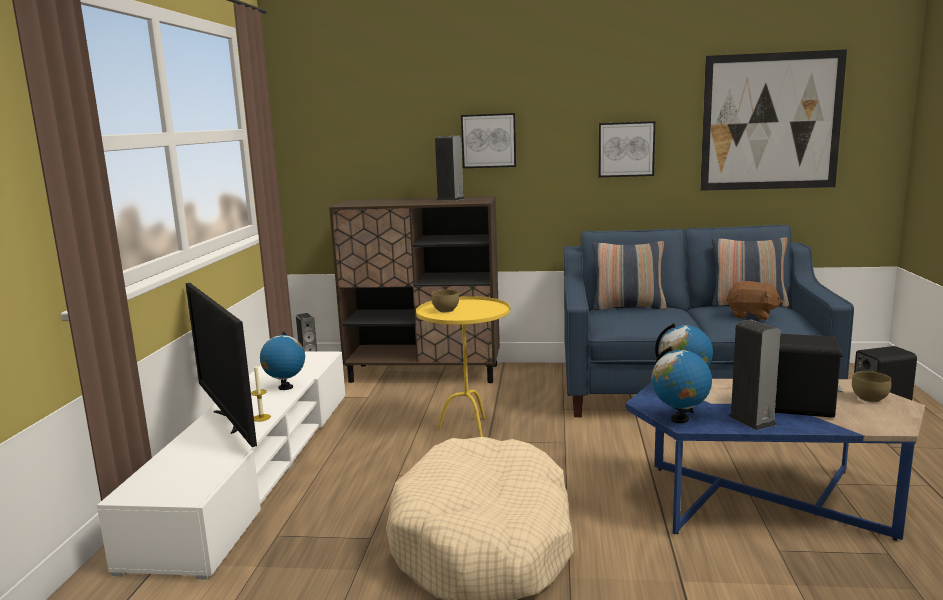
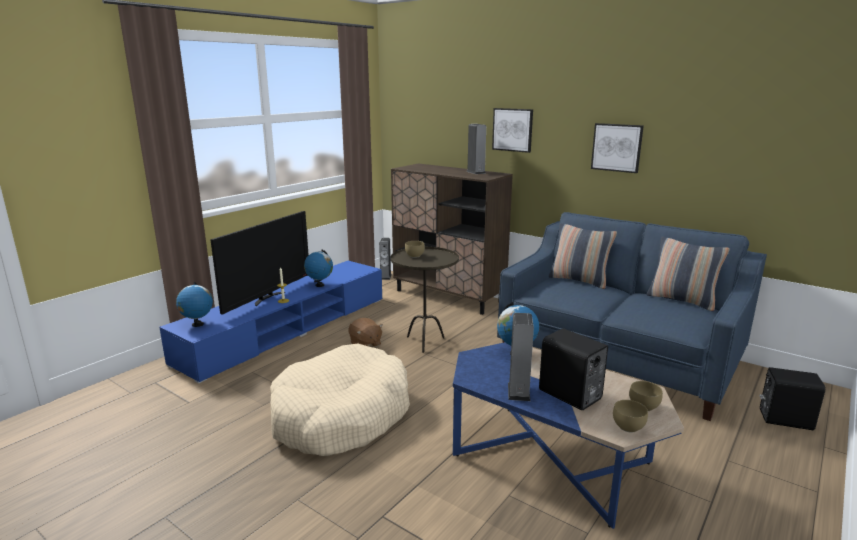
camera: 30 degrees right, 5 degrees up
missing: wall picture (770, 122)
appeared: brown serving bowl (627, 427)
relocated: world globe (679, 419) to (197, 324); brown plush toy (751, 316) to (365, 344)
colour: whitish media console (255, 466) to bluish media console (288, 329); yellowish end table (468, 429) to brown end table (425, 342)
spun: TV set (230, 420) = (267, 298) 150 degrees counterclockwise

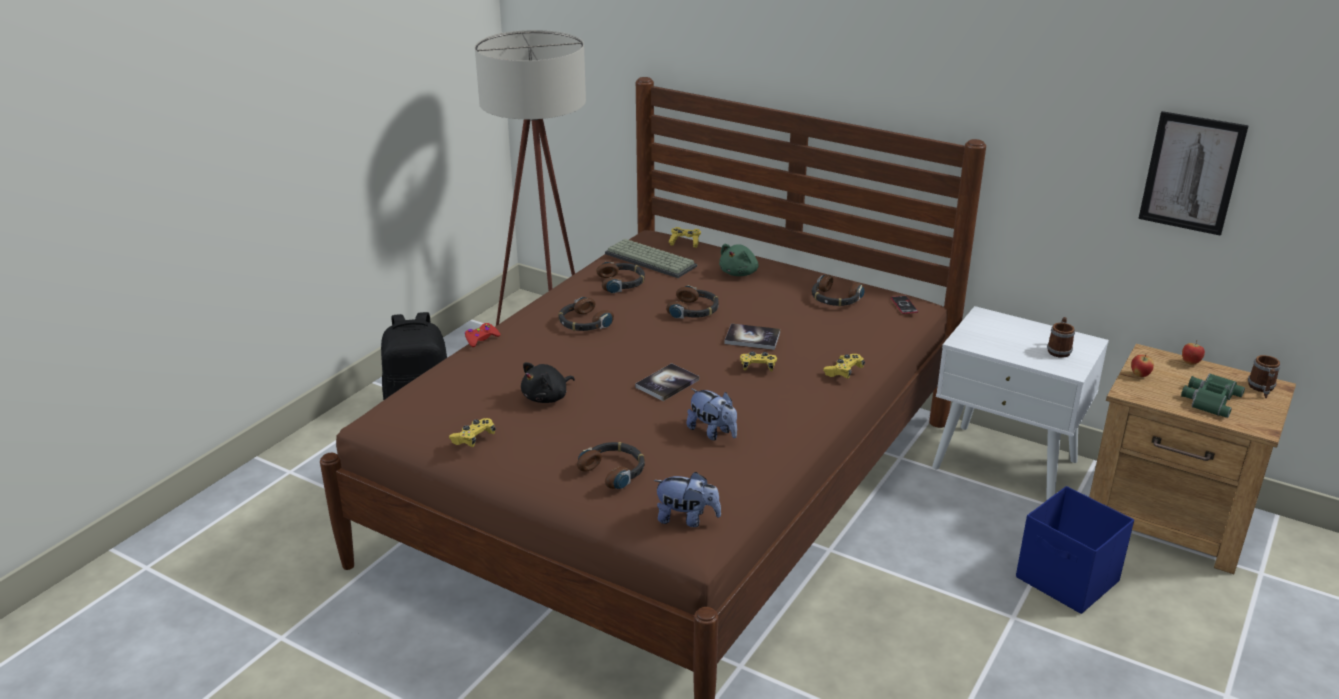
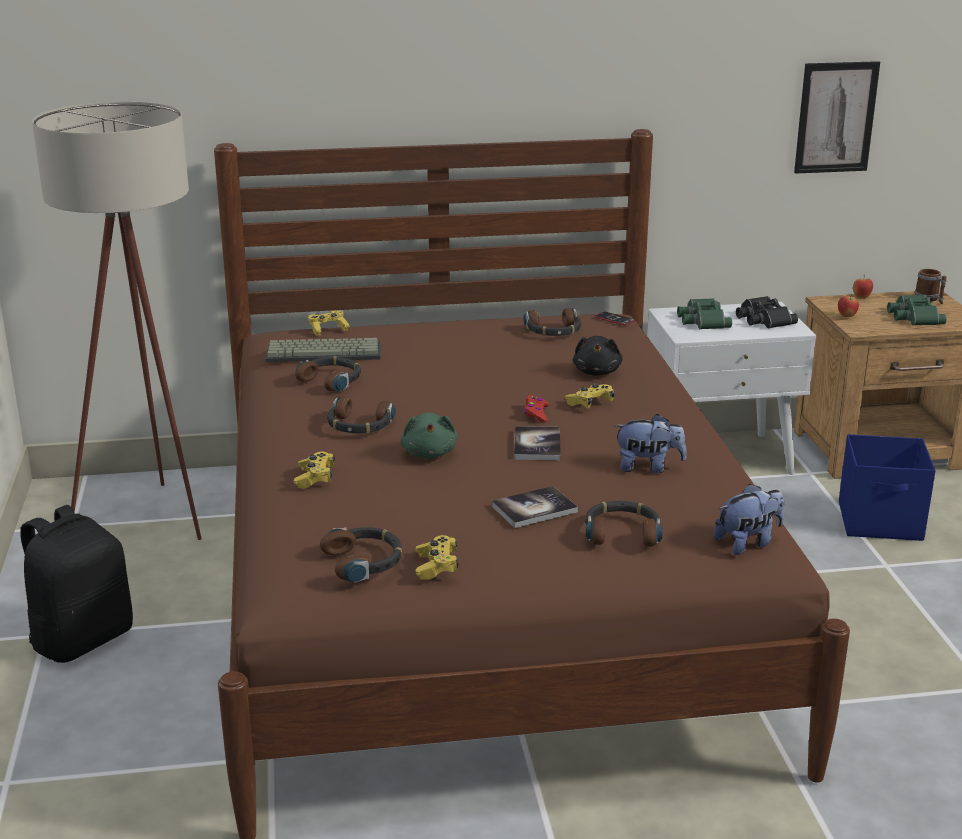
camera: 40 degrees left, 5 degrees down
appeared: green-coloured binoculars (702, 320)
relocated: reddish game controller (481, 339) to (536, 414); black-coloured plush toy (547, 397) to (597, 372); headphones (694, 310) to (364, 561); green-coloured plush toy (739, 273) to (429, 453); volume (752, 338) to (534, 509); yellowish game controller (844, 372) to (315, 478)
exchanged: tea mug (1059, 350) to black-coloured binoculars (762, 319)

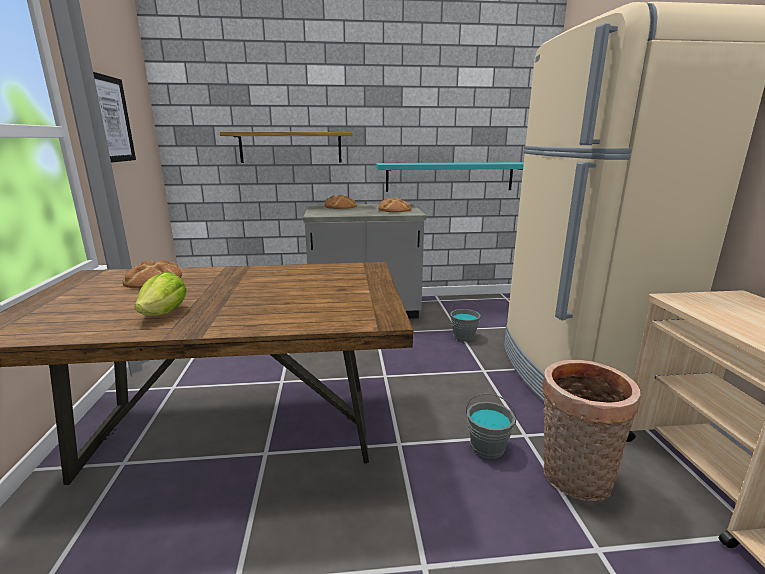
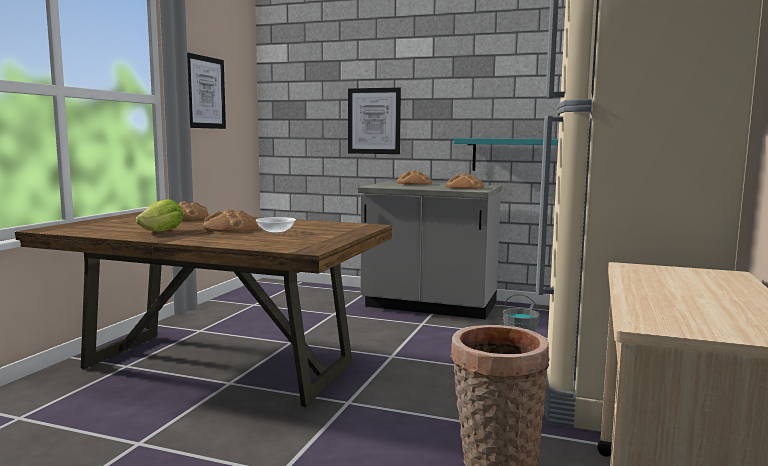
camera: 25 degrees right, 10 degrees down
missing: greyish water bucket (487, 447)
appeared: baked bread (230, 228); serving bowl (276, 232)
exchanged: bracket shelf (290, 147) to wall picture (374, 121)

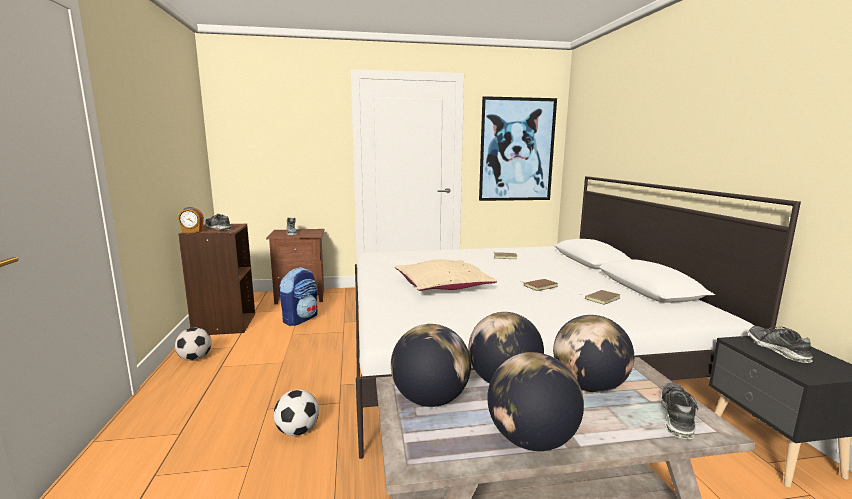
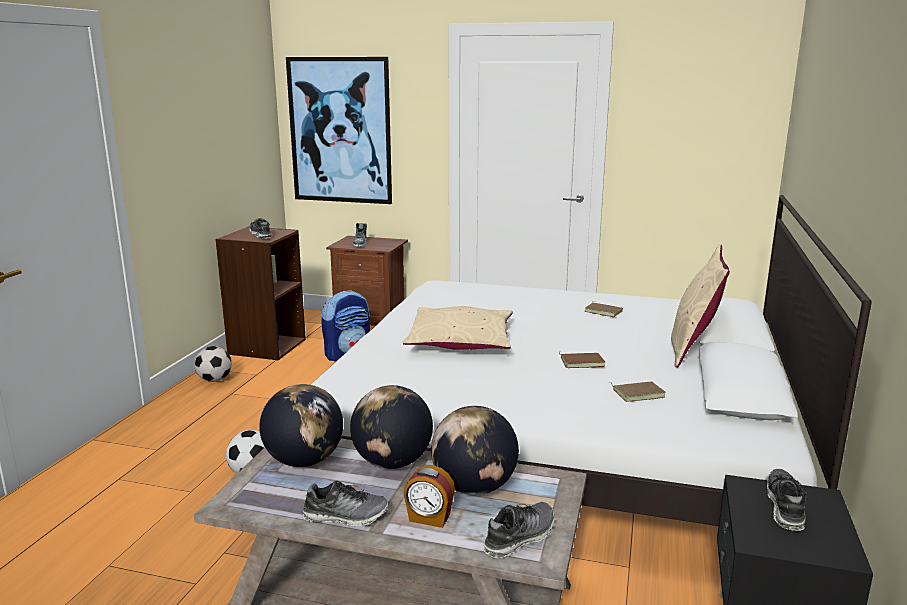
camera: 25 degrees right, 5 degrees up
appeared: beige-coloured throw pillow (693, 350)
relocated: bedside clock (192, 231) to (429, 518); wall picture (516, 150) to (340, 131)
exchanged: world globe (531, 440) to low shoe (345, 516)

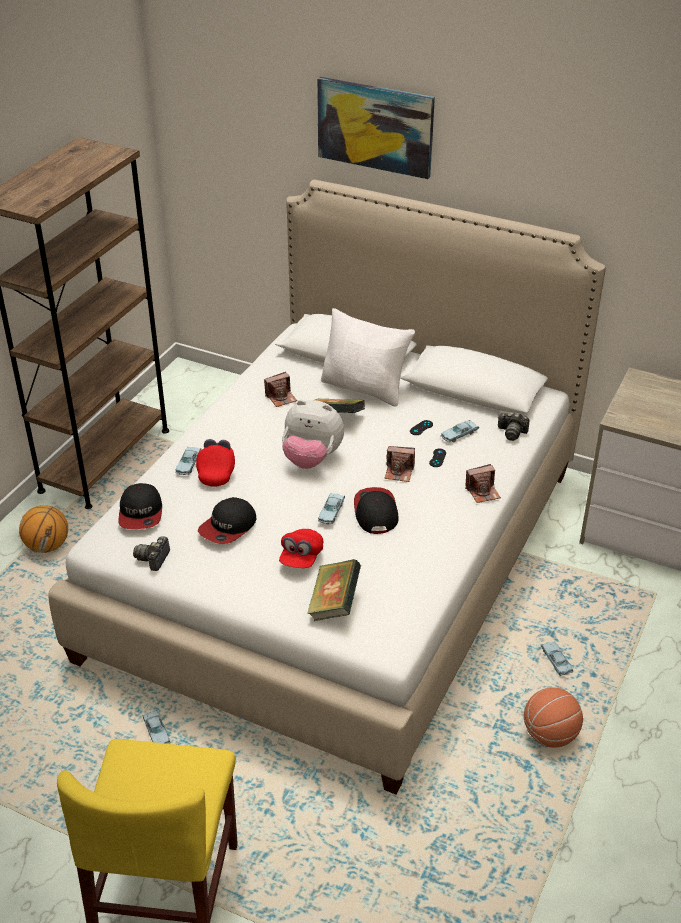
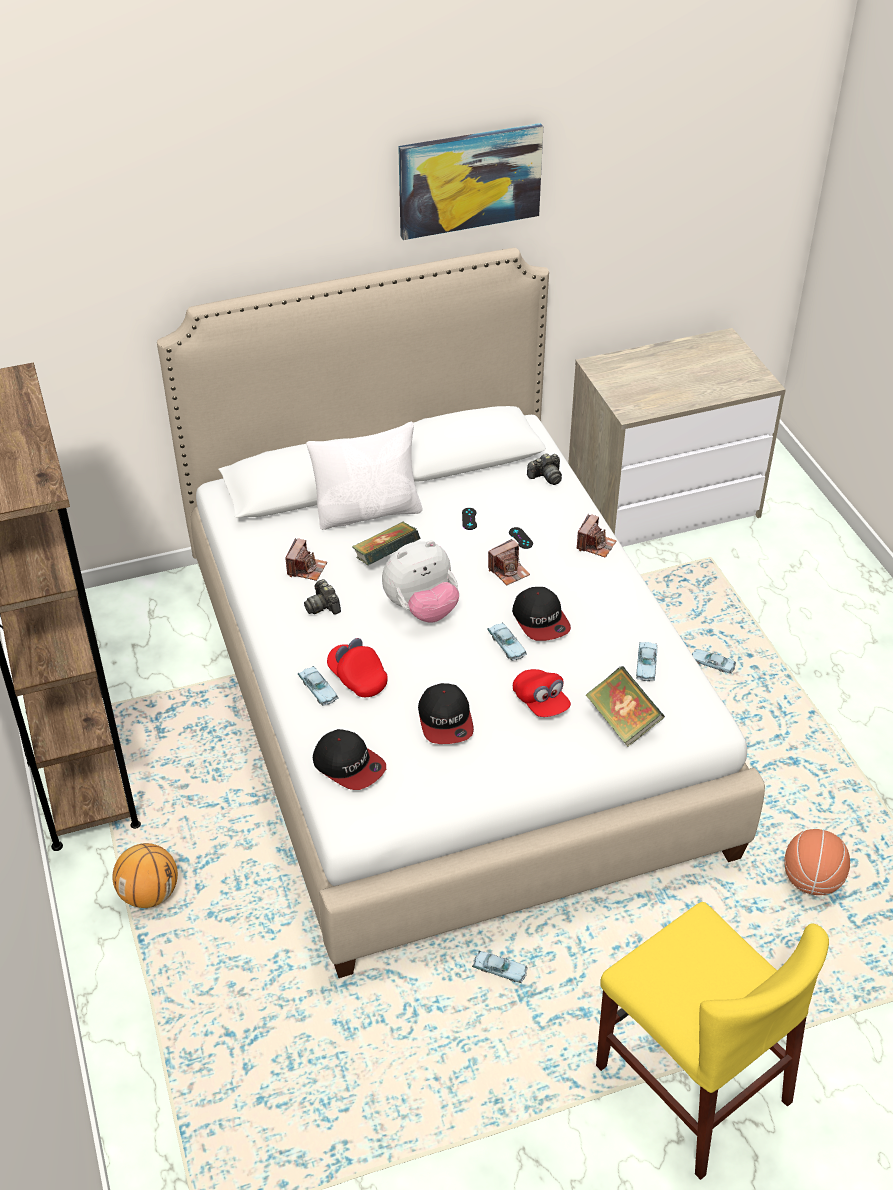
camera: 45 degrees left, 5 degrees up
relocated: photo camera (153, 559) to (323, 606); wall picture (375, 126) to (469, 180); bluish toy car (459, 434) to (646, 664); basketball (549, 735) to (811, 881)
spun: cap (375, 512) = (541, 620) 150 degrees counterclockwise

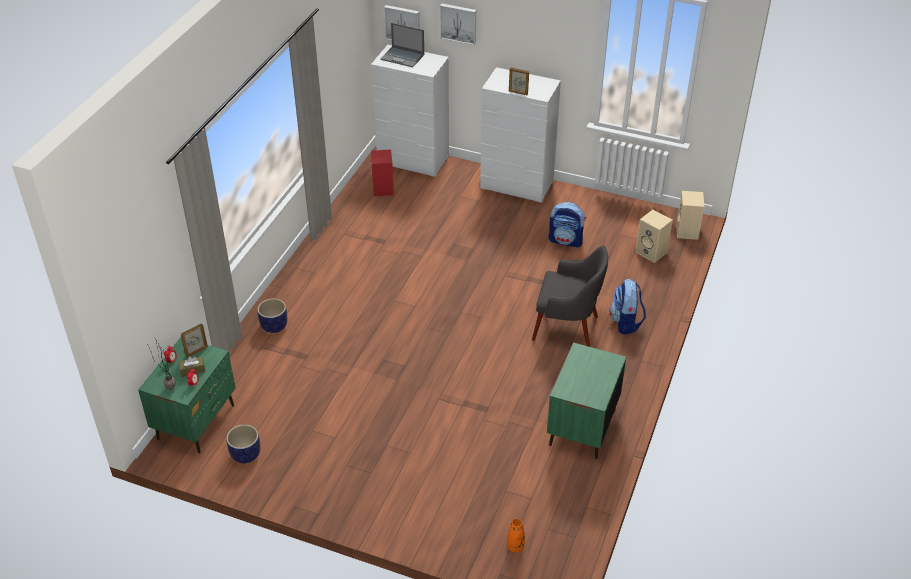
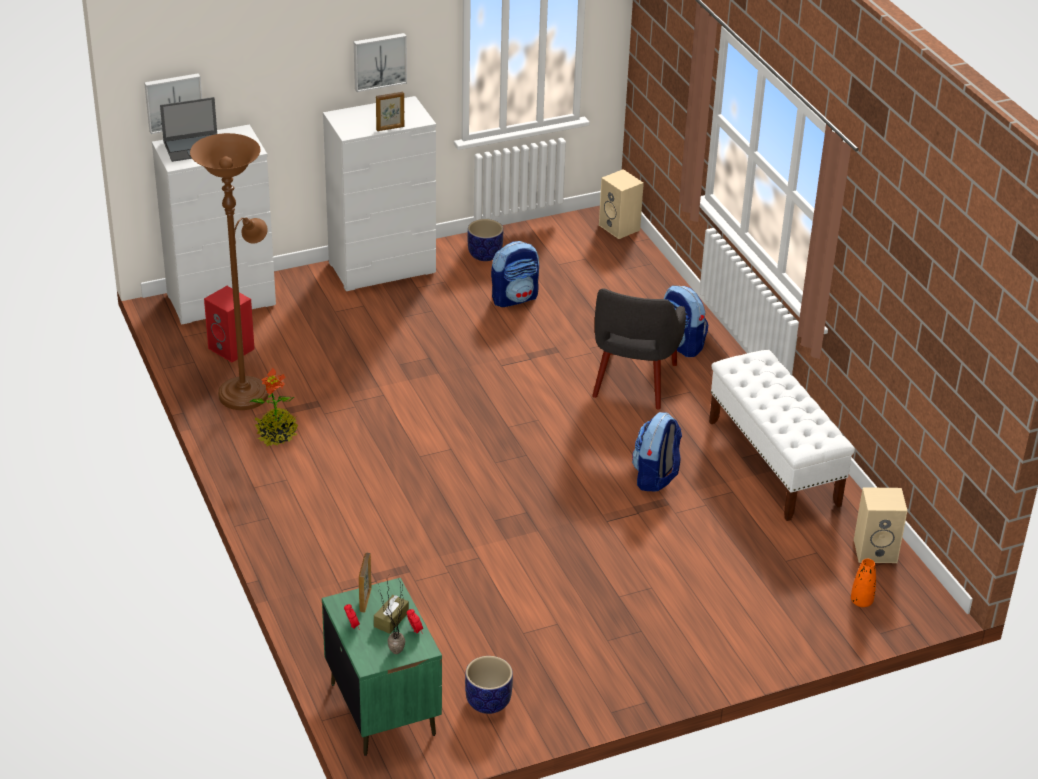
camera: 45 degrees left, 5 degrees down
appeared: brown floor lamp (246, 391); potted plant (277, 435); rucksack (655, 477)
relocated: planter (274, 326) to (484, 255); wall picture (458, 23) to (379, 61); beige-coloured audio speaker (652, 252) to (876, 550)
exchanged: green-coloured nightstand (582, 428) to whitish indoor bench (774, 463)
spun: greyish lounge chair (567, 328) = (634, 381) 135 degrees clockwise

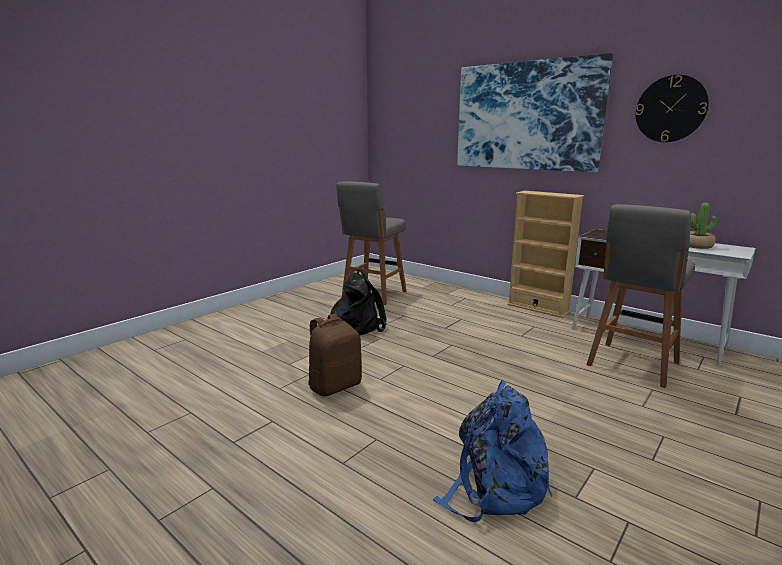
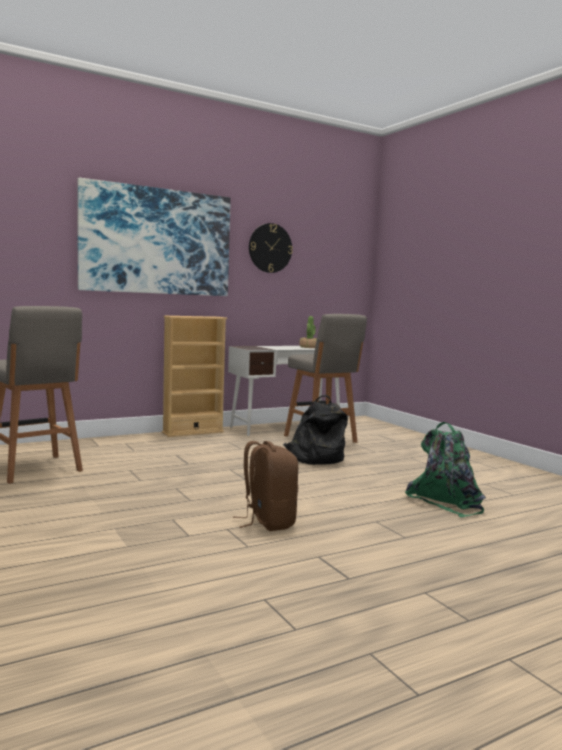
camera: 70 degrees left, 10 degrees down
relocated: black-coloured rucksack (358, 325) to (315, 458)
colour: bluish rucksack (494, 486) to green-coloured rucksack (447, 501)

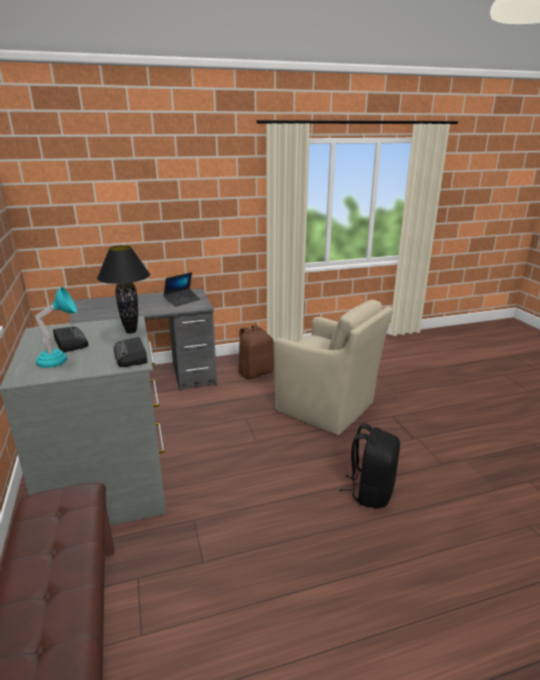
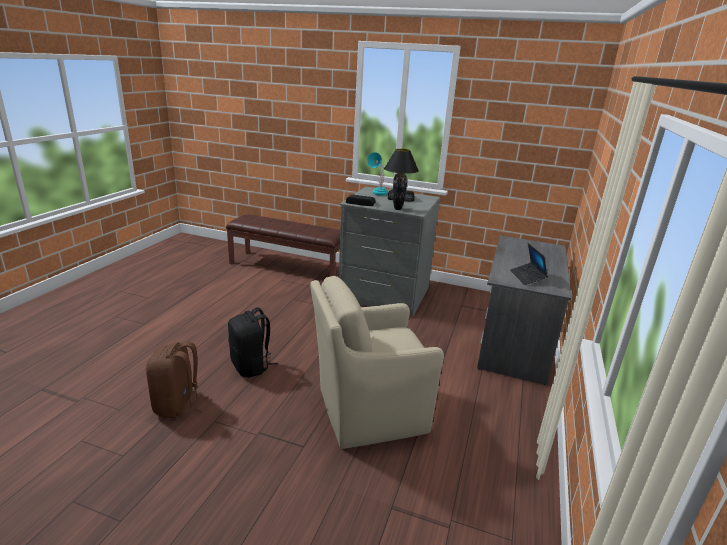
camera: 125 degrees right, 0 degrees up
relocated: brown rucksack (255, 373) to (178, 404)

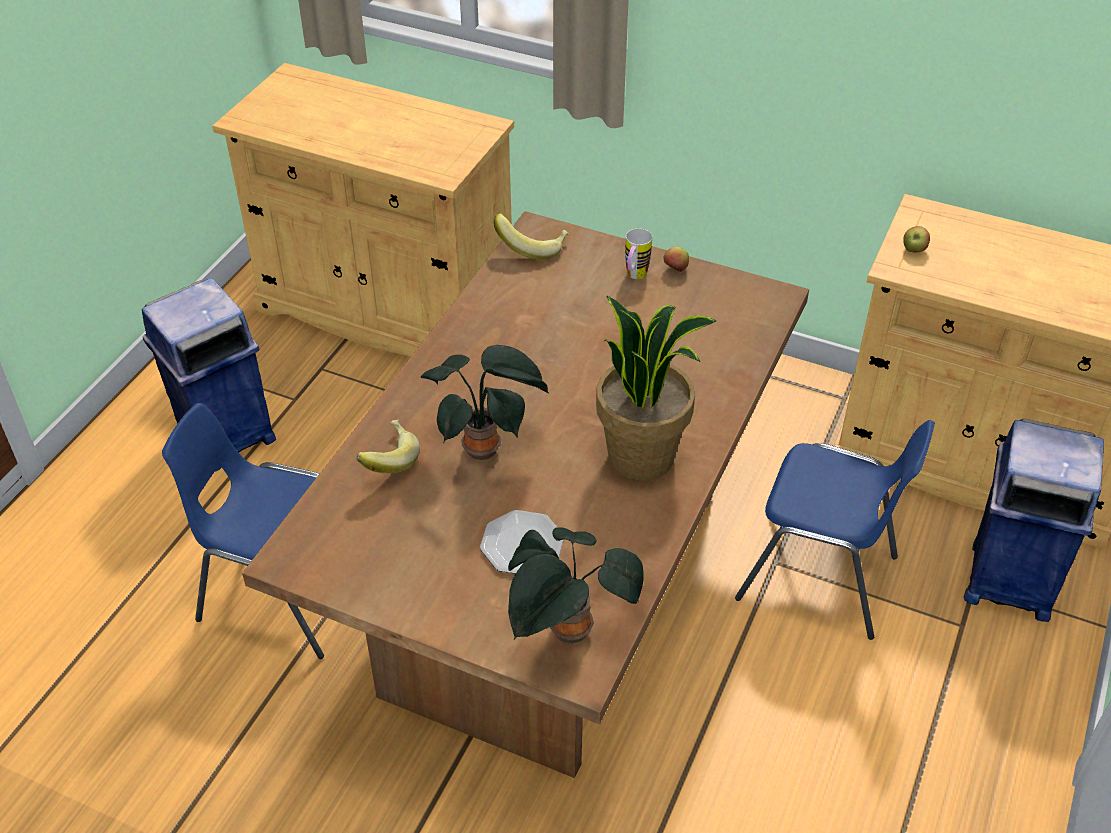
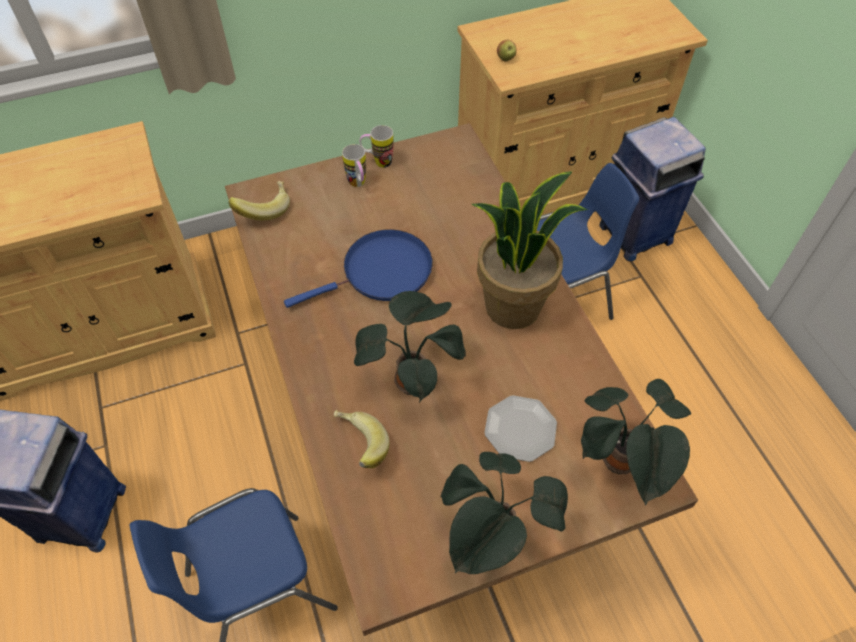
camera: 45 degrees left, 10 degrees up
appeared: bluish pan (382, 272); potted plant (493, 537)
exchanged: apple fruit (675, 269) to tea mug (378, 162)

